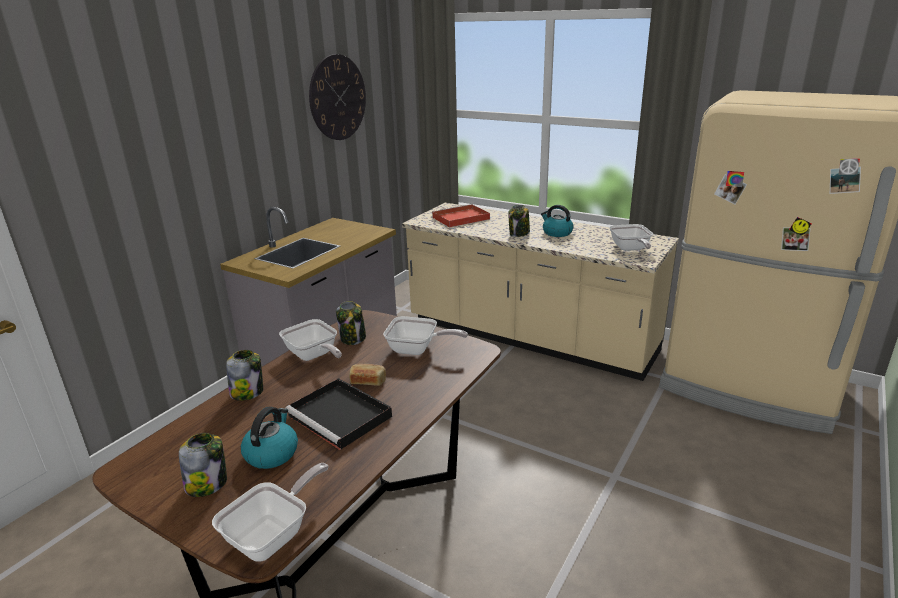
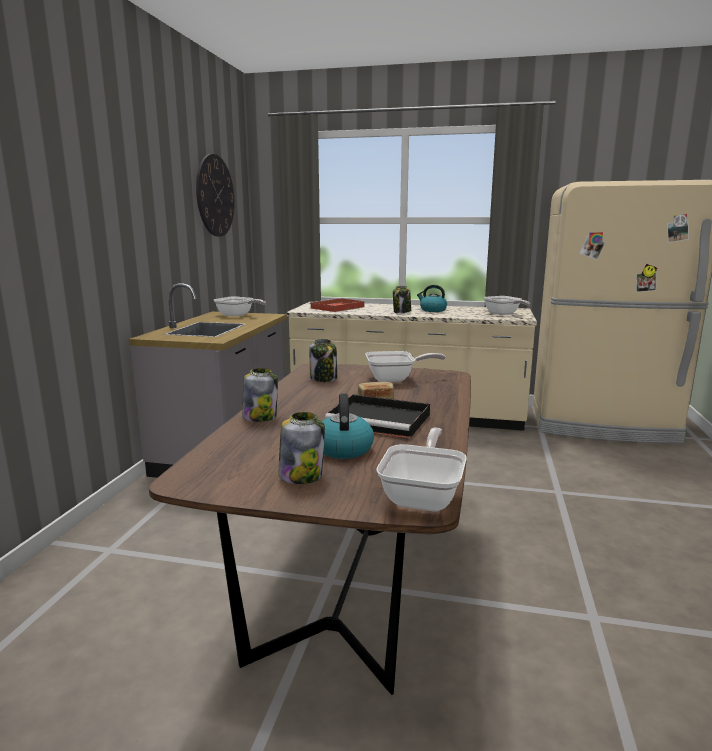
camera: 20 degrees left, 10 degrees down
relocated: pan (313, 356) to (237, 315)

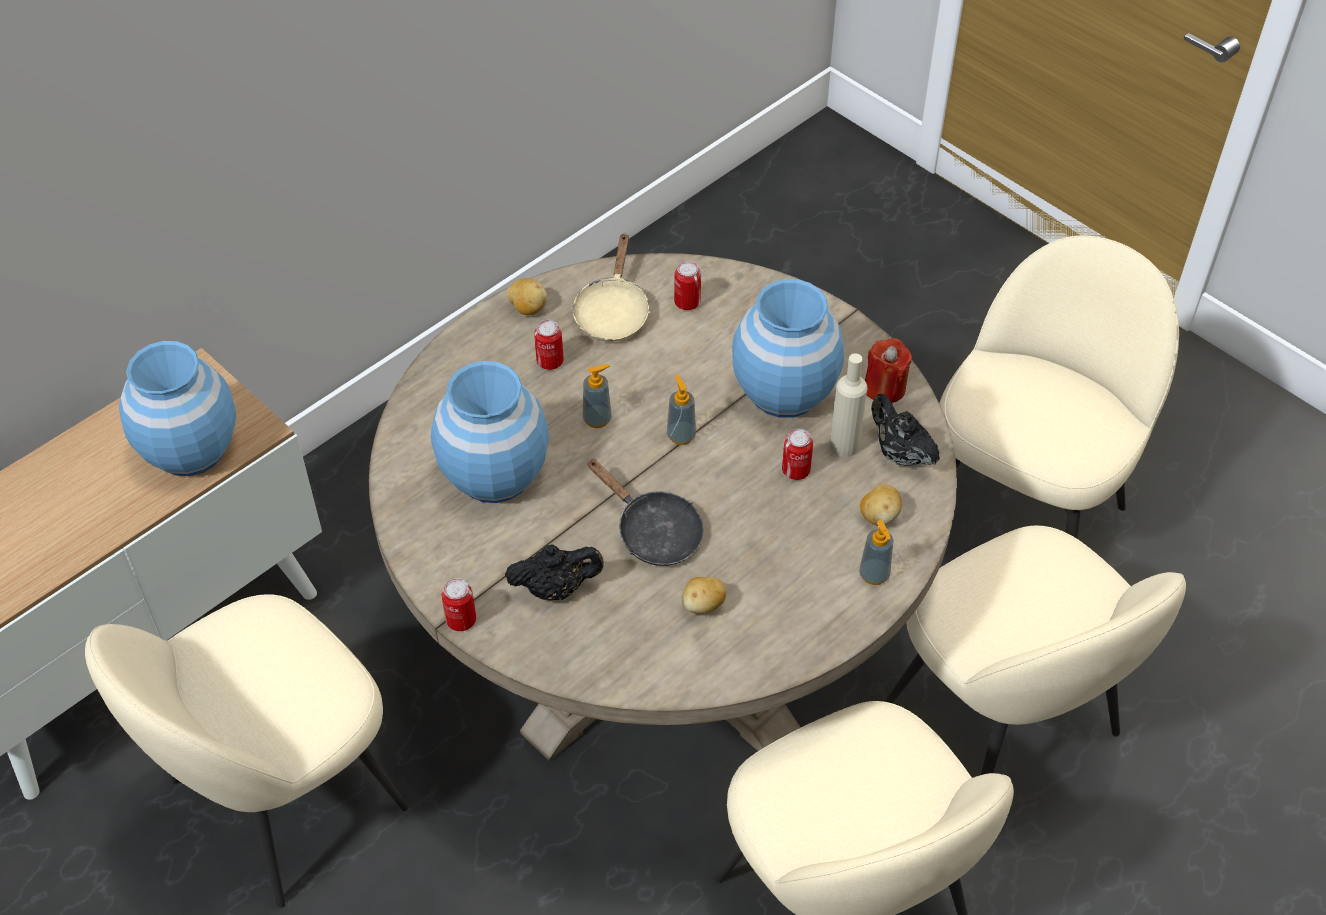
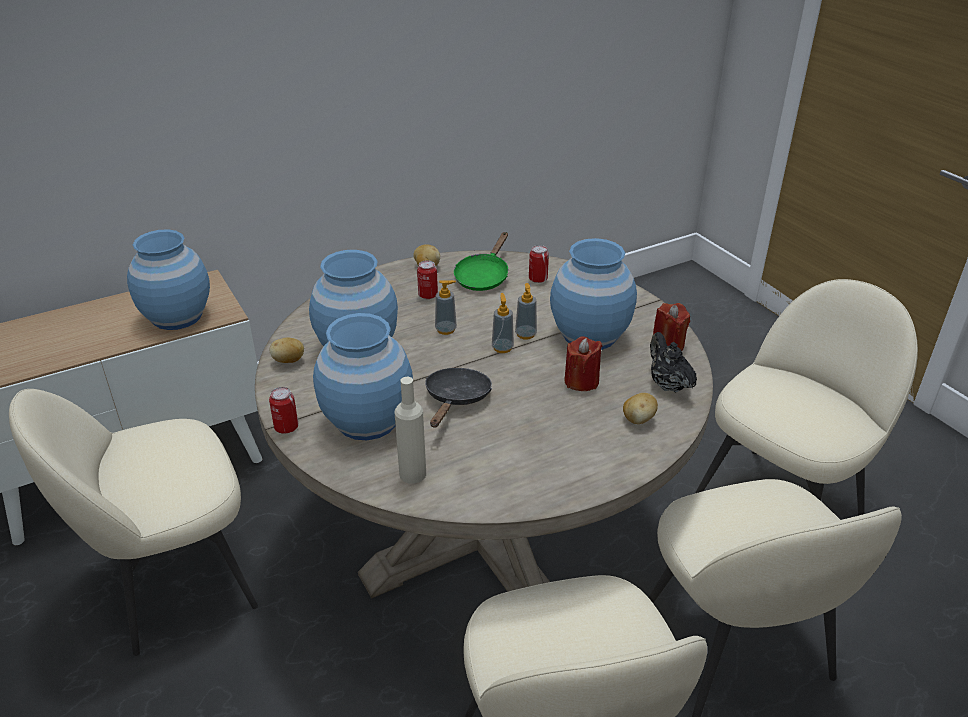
camera: 15 degrees right, 15 degrees down
relocated: potato (703, 605) to (288, 361); beige-coloured drink bottle (844, 445) to (412, 474); liquid soap bottle (874, 575) to (525, 334)
exchanged: black-coloured tea pot (556, 588) to bluish vase (367, 420); can (796, 470) to reddish wax candle (581, 381)
colour: beige-coloured pan (612, 312) to green-coloured pan (483, 276)
spun: black-coloured pan (653, 532) = (456, 399) 135 degrees counterclockwise

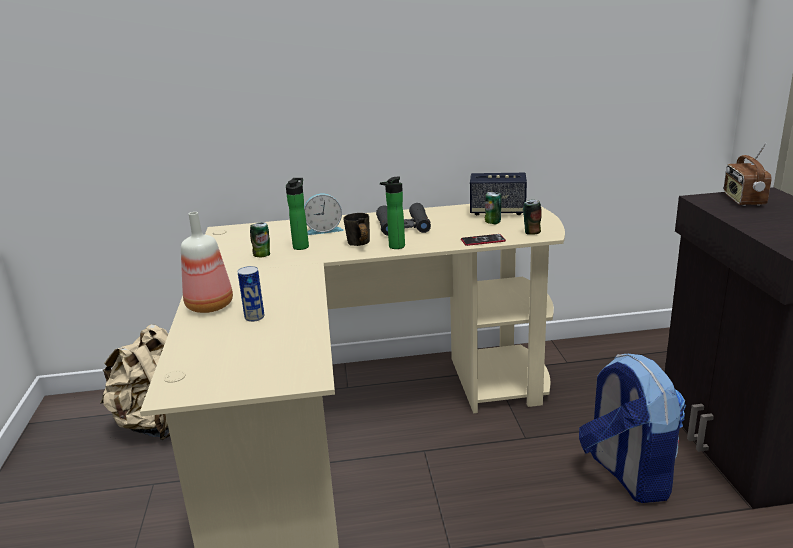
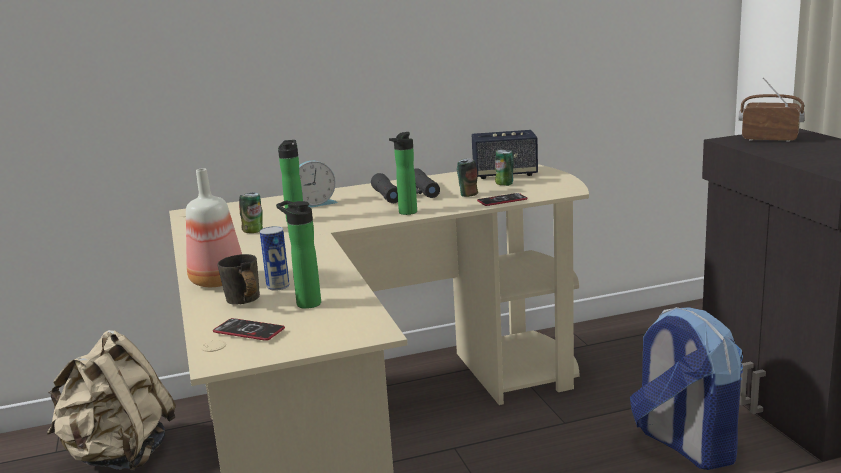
camera: 10 degrees left, 5 degrees down
appeared: phone (249, 331); drink bottle (305, 303)
relocated: greyish tea mug (357, 246) to (241, 304); can (531, 232) to (468, 195)
spun: radio (743, 200) = (769, 138) 120 degrees clockwise

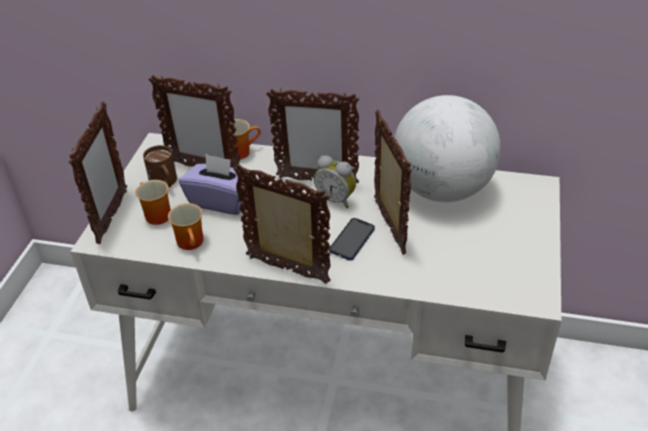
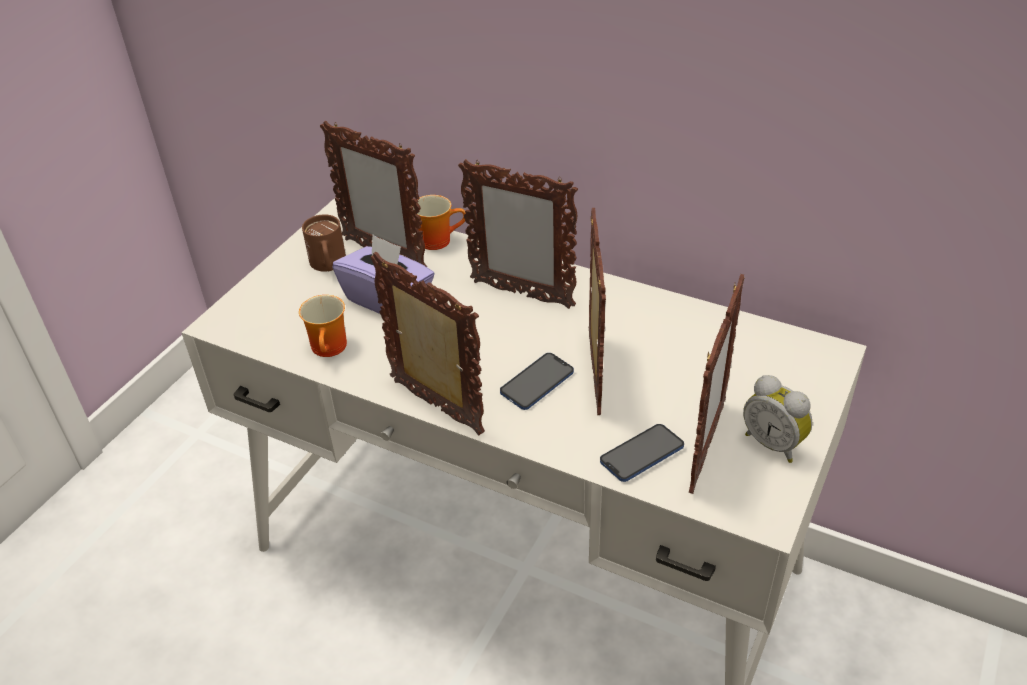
camera: 15 degrees right, 0 degrees up
missing: tea mug (155, 215); world globe (441, 189)
appeared: phone (641, 454)
relocated: photo frame (112, 217) to (705, 448); bedside clock (336, 199) to (774, 443)

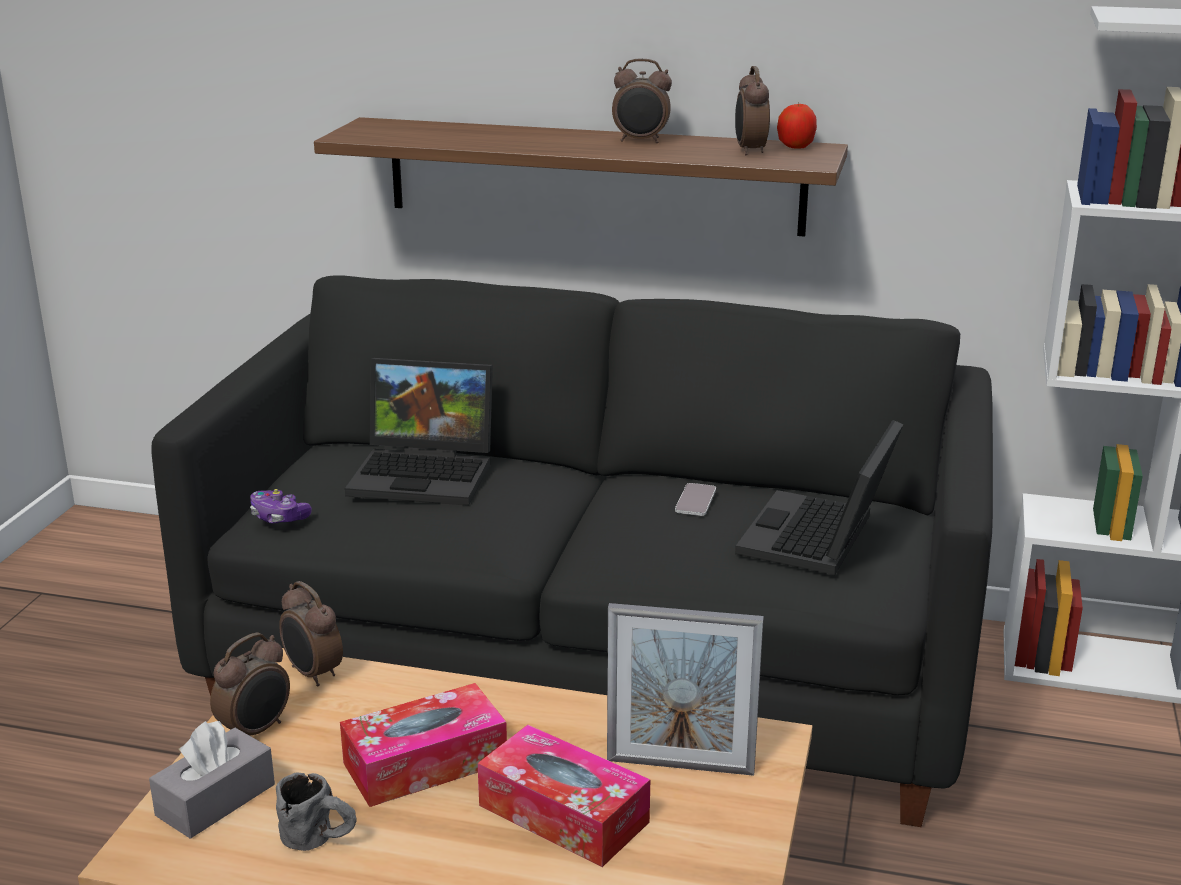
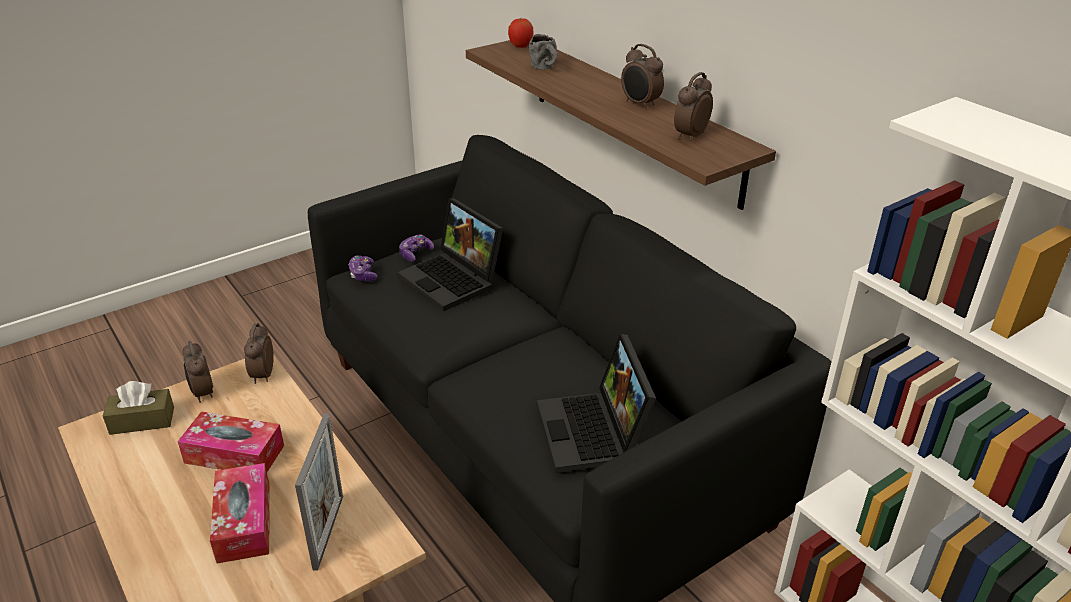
camera: 40 degrees right, 10 degrees up
missing: phone (695, 501)
appeared: game controller (415, 253)
relocated: greyish tea mug (321, 840) to (546, 68); apple fruit (796, 146) to (521, 45)
colour: greyish tissue box (215, 800) to brown tissue box (142, 421)
spun: bedside clock (256, 730) = (202, 393) 75 degrees clockwise; photo frame (680, 765) = (328, 531) 135 degrees counterclockwise; notebook computer (819, 539) = (594, 433) 75 degrees counterclockwise

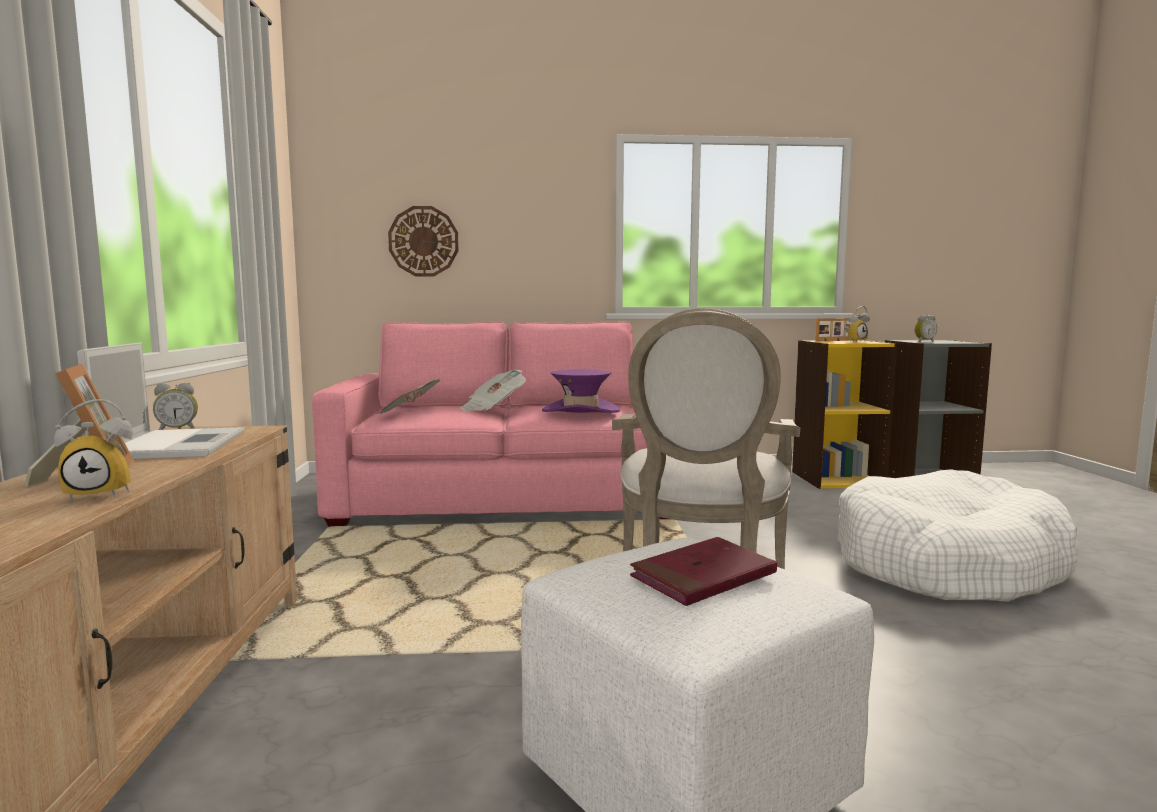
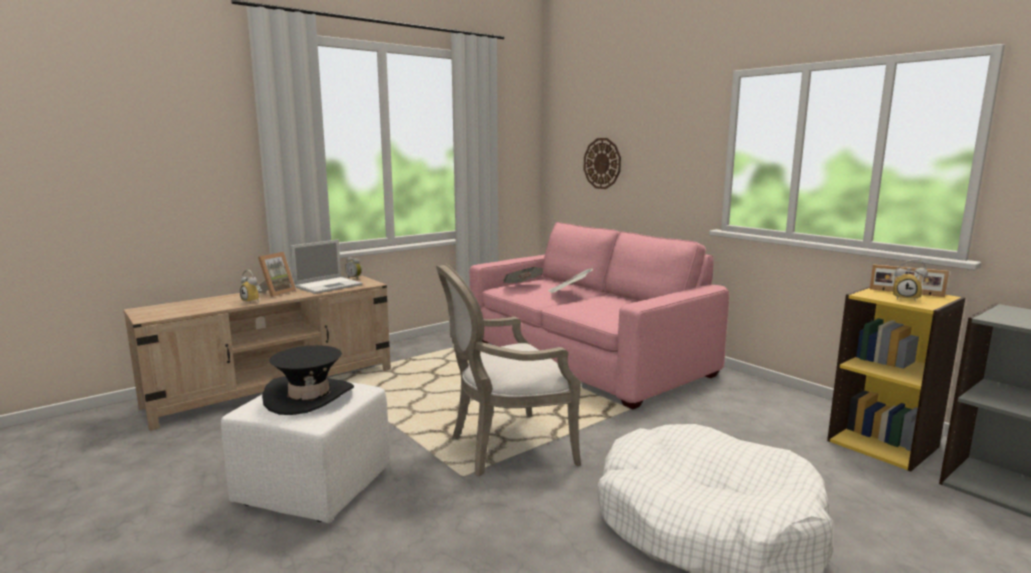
camera: 55 degrees right, 5 degrees up
missing: purple wearable hat (580, 411); bedside clock (923, 342)
exchanged: reddish volume (703, 577) to black-coloured wearable hat (309, 397)

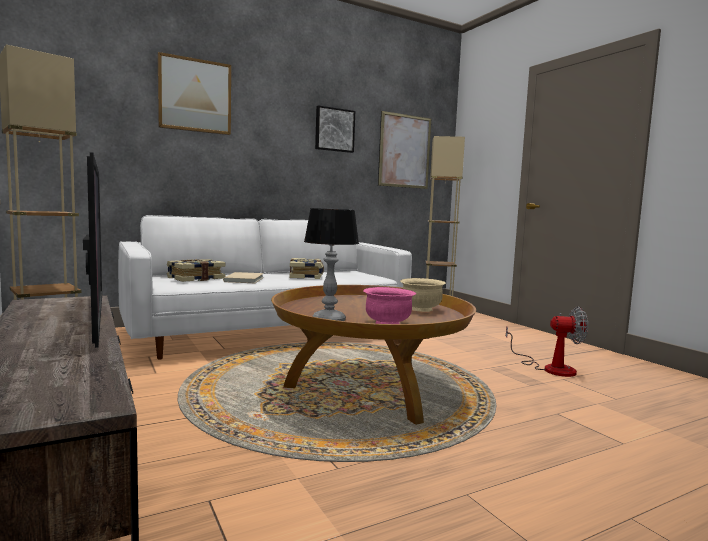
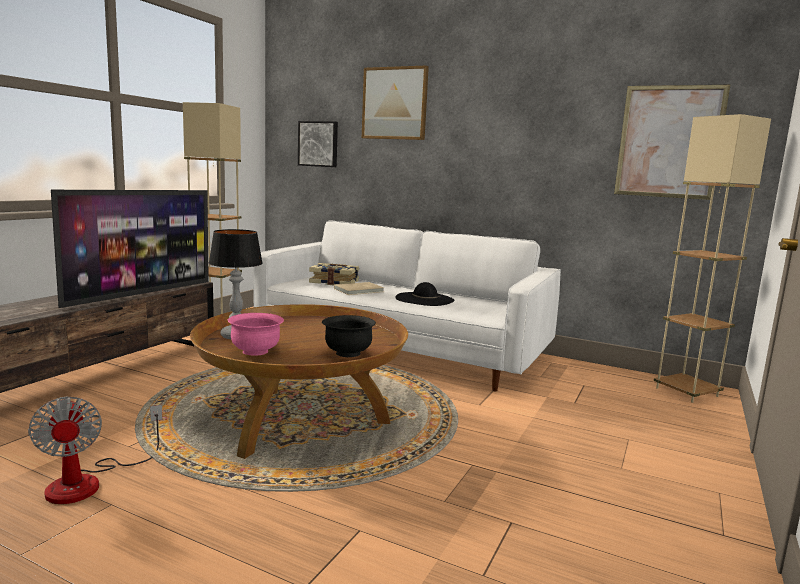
camera: 55 degrees right, 5 degrees up
relocated: wall picture (334, 130) to (318, 144); electric fan (550, 368) to (89, 481)
exchanged: volume (306, 276) to black-coloured wearable hat (424, 299)
colour: beige-coloured serving bowl (421, 309) to black-coloured serving bowl (347, 353)

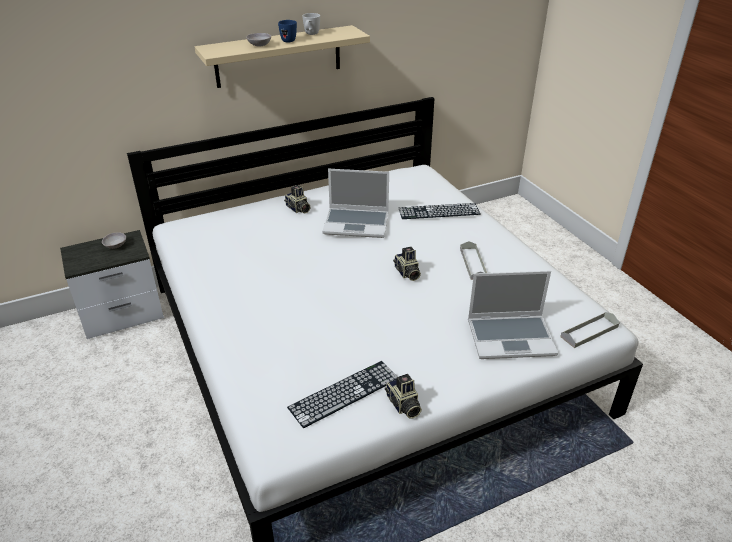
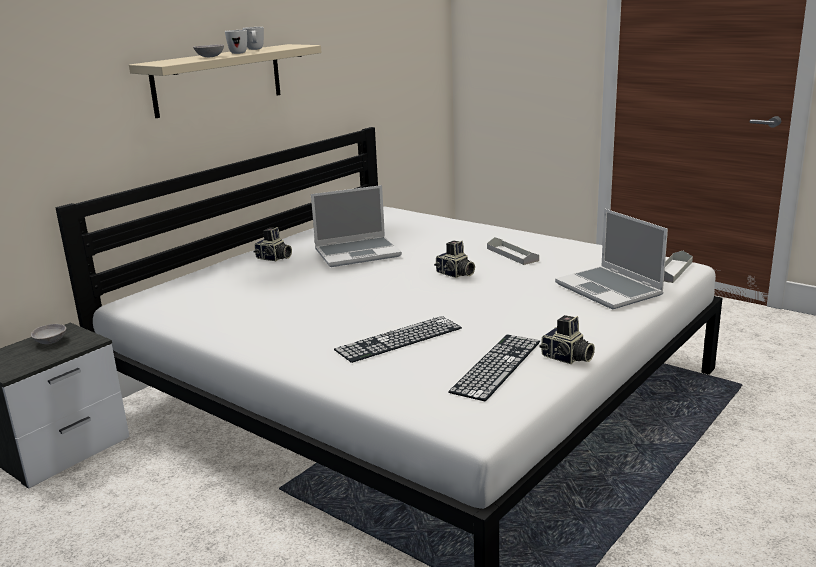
camera: 25 degrees left, 15 degrees down
relocated: computer keyboard (439, 211) to (399, 339)
colour: bluish tea mug (290, 40) to whitish tea mug (238, 53)
spun: notebook computer (511, 337) = (610, 290) 90 degrees clockwise

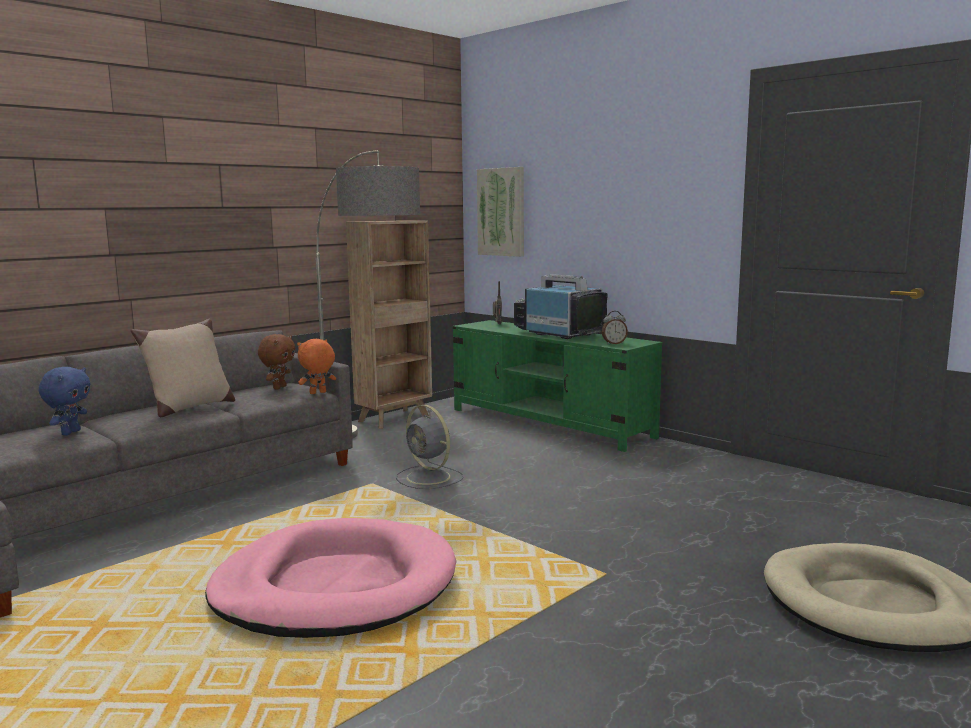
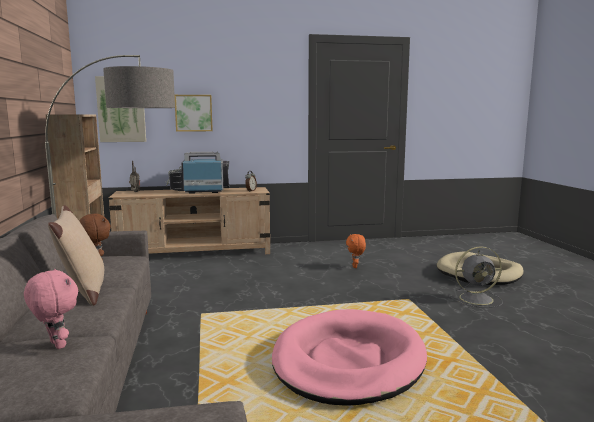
camera: 55 degrees left, 0 degrees up
appeared: wall picture (193, 113)
relocated: orange-coloured plush toy (318, 393) to (355, 266); greyish electric fan (430, 478) to (477, 299)
colour: bluish plush toy (70, 432) to pink plush toy (56, 345); green-coloured media console (550, 423) to beige-coloured media console (195, 252)

